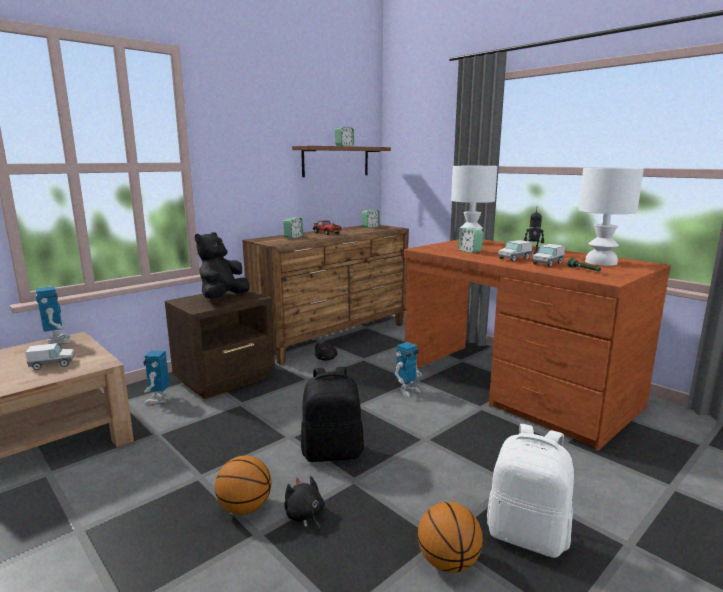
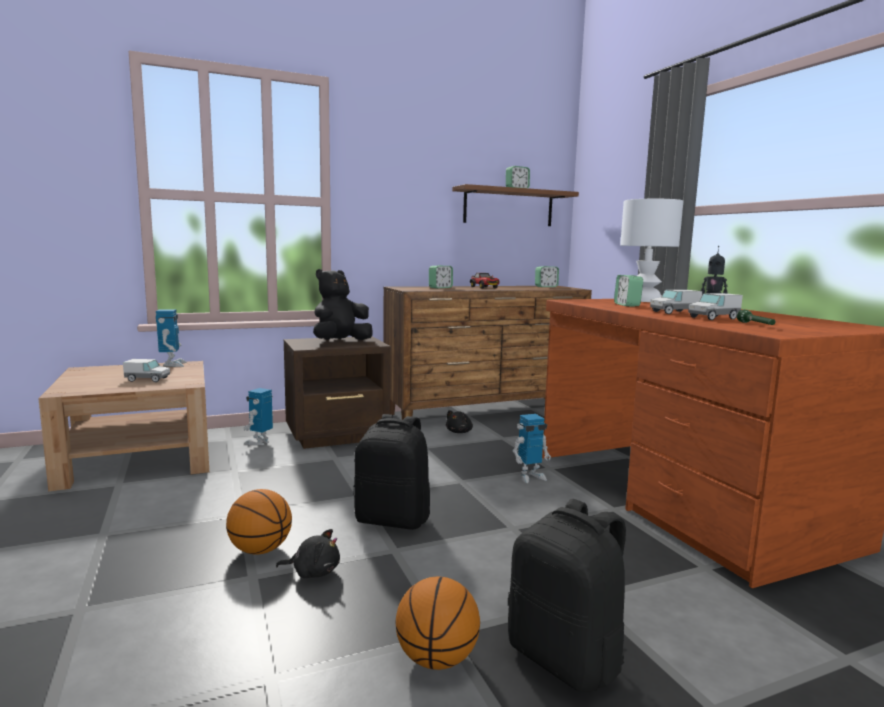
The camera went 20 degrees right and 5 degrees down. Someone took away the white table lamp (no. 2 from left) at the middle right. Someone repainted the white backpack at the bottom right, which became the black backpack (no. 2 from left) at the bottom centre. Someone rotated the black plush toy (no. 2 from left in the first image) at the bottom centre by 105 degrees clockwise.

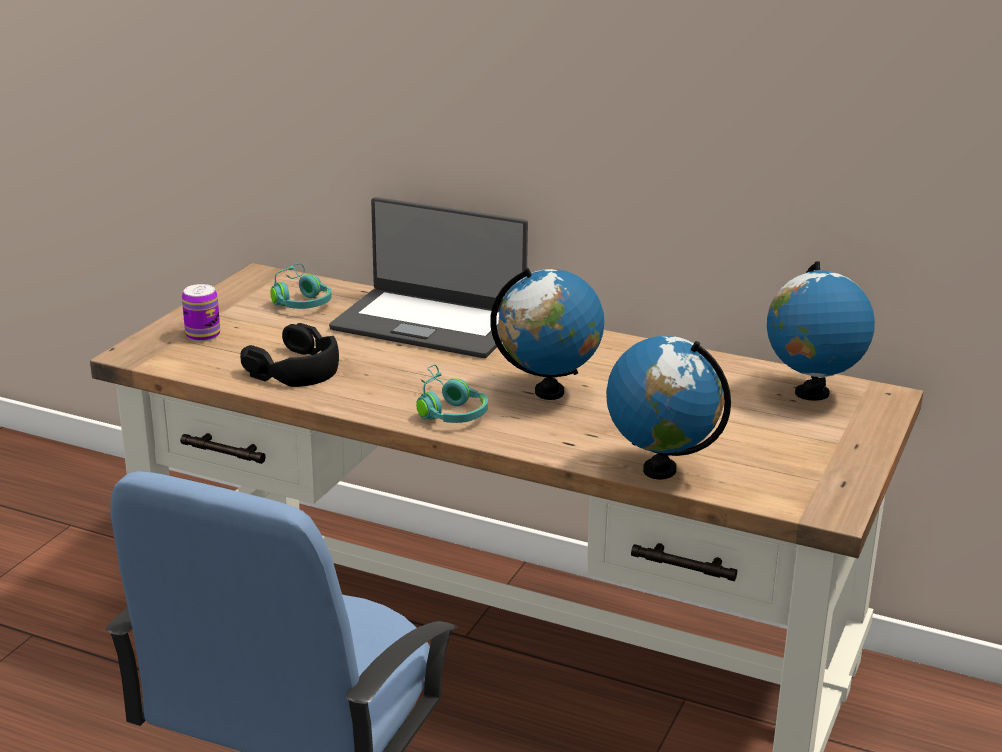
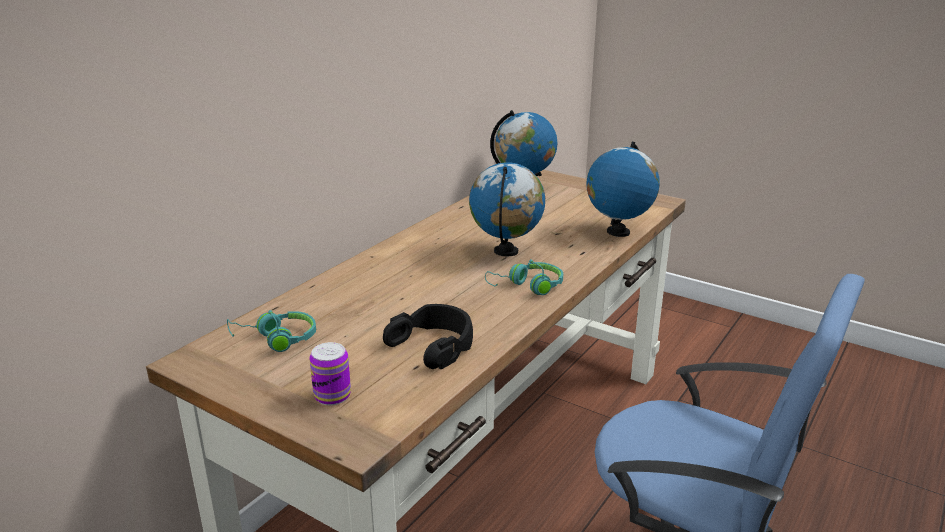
The camera went 80 degrees left and 0 degrees up. Someone took away the laptop at the centre.

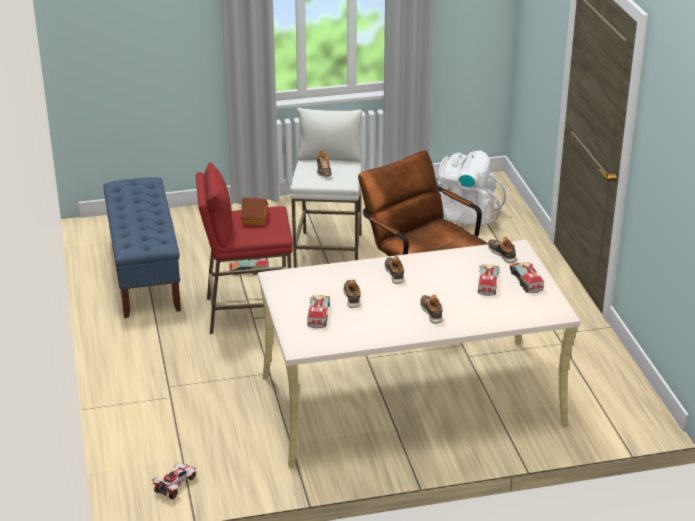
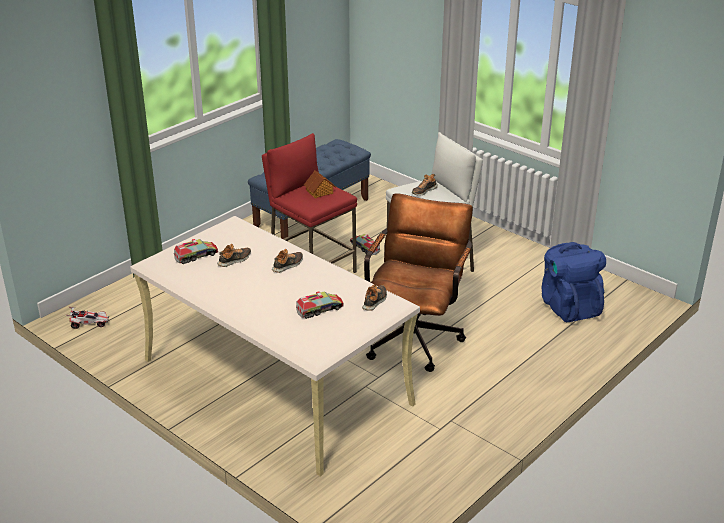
The camera went 55 degrees right and 0 degrees up. Someone took away the shoe (no. 4 from left) at the centre. Someone took away the toy truck (no. 4 from left) at the middle right. Someone repainted the white backpack at the middle right, which became the blue backpack at the middle right.

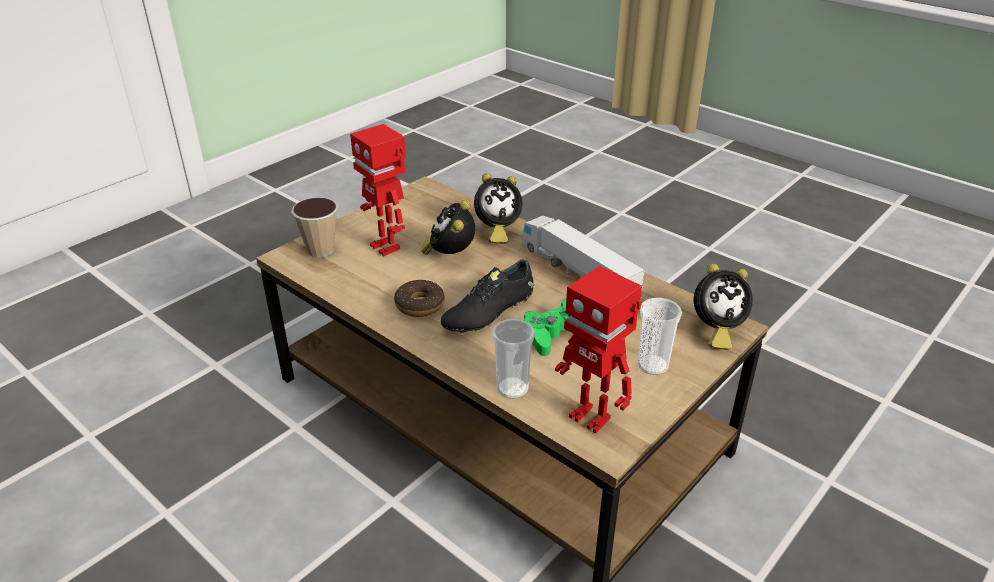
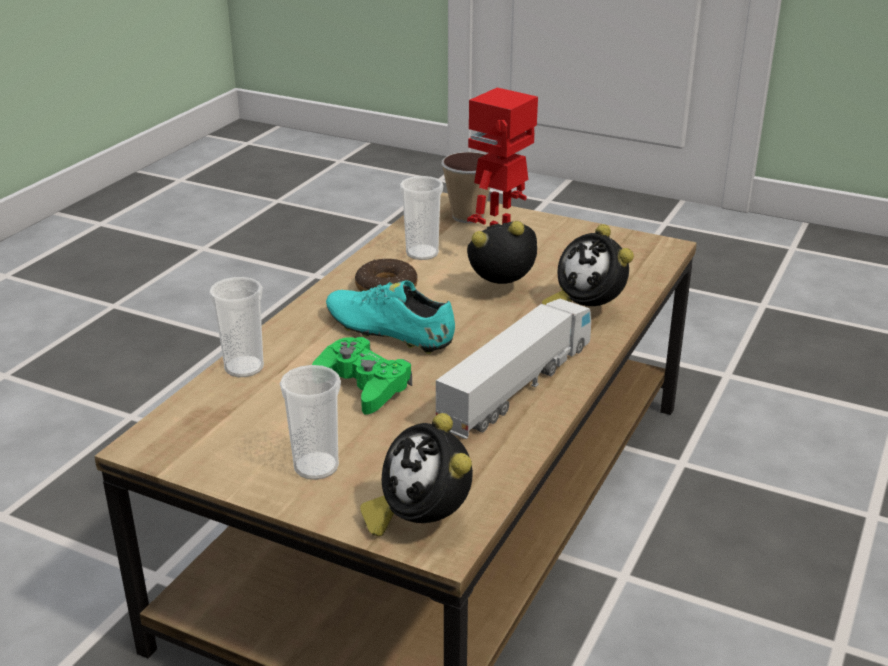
The camera went 75 degrees right and 5 degrees down. Someone took away the toy robot (no. 2 from left) at the centre. Someone put down the cup (no. 3 from left) at the top centre. Someone repainted the black shoe at the centre, which became the turquoise shoe at the centre.

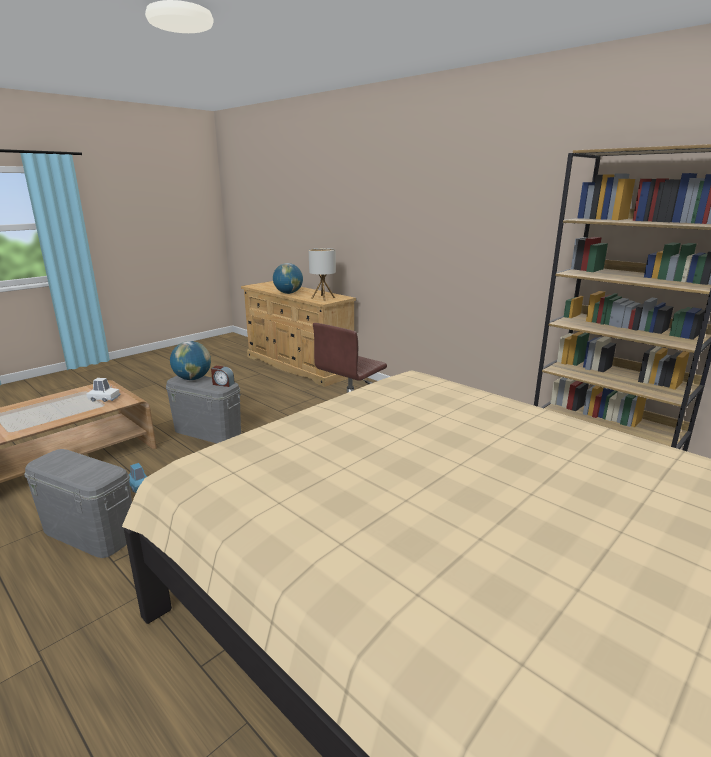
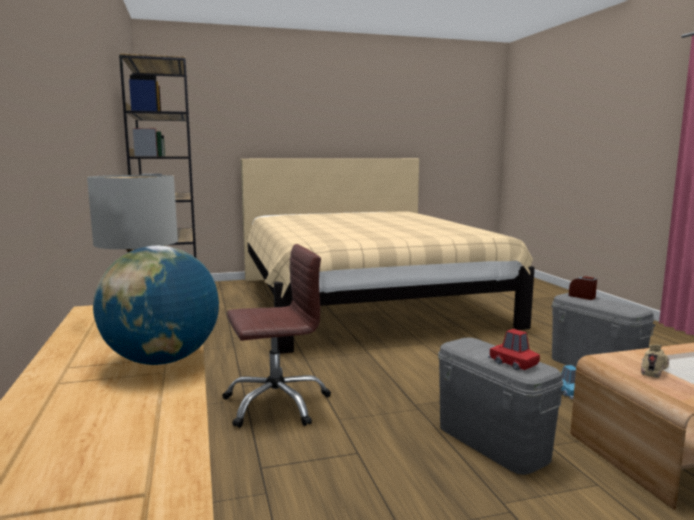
The camera went 150 degrees left and 10 degrees down. Someone carried the alarm clock from the middle left to the middle right. Someone swapped the white toy car at the middle left for the beige shoe at the bottom right. Someone swapped the globe (no. 1 from left) at the middle left for the red toy car at the bottom right.

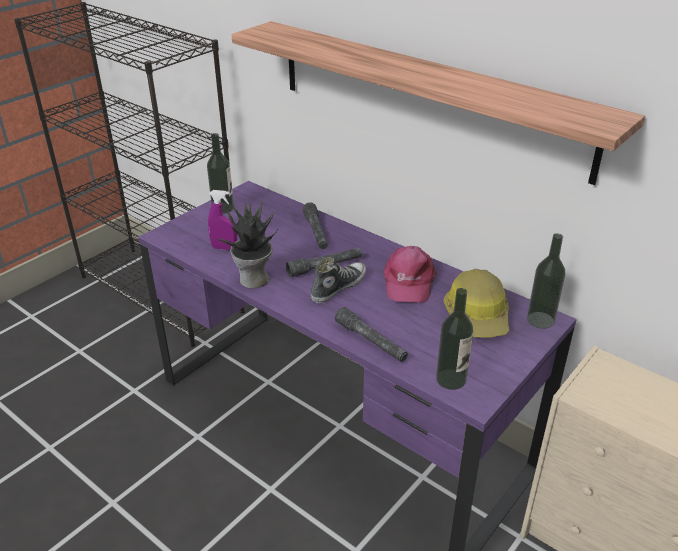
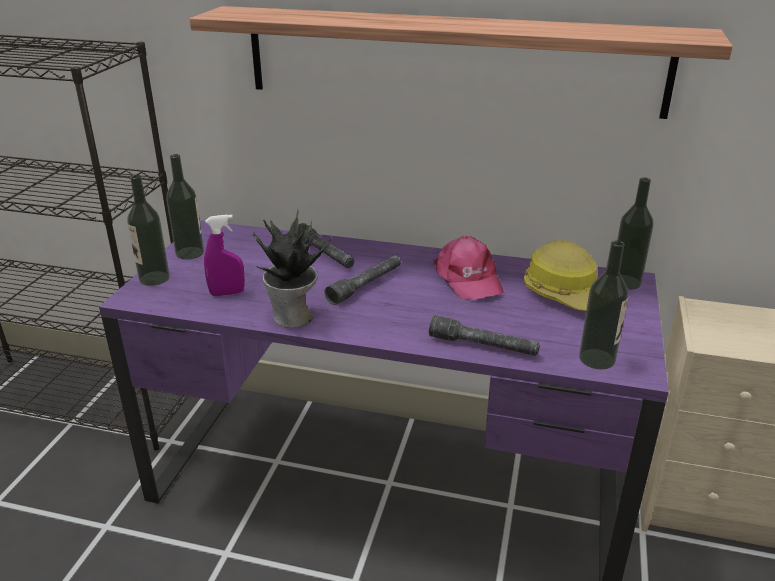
The camera went 25 degrees left and 5 degrees down. Someone took away the shoe at the centre. Someone put down the bottle (no. 1 from left) at the middle left.

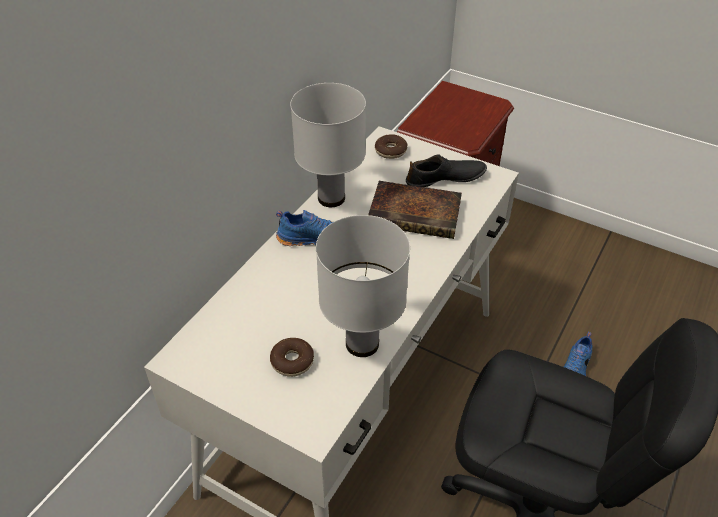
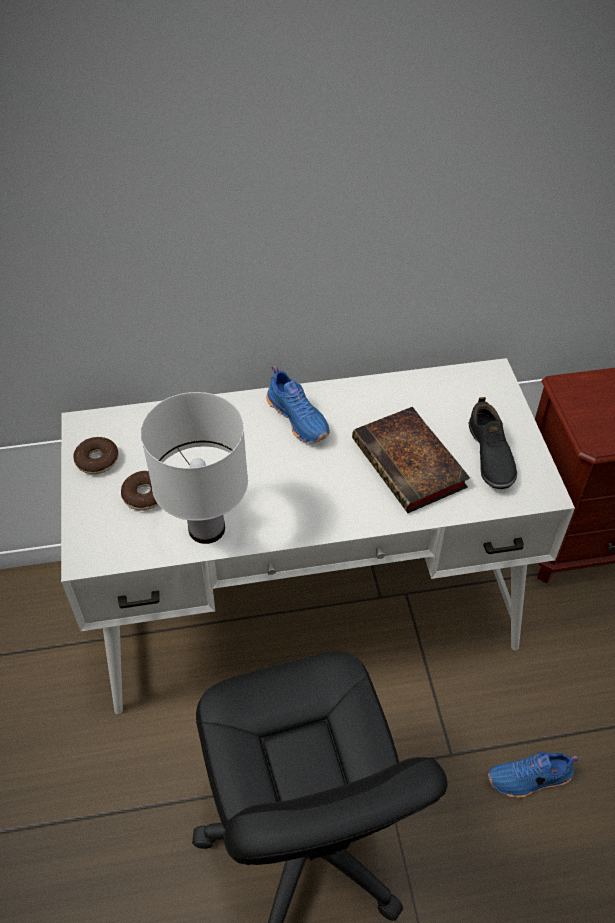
The camera went 50 degrees right and 5 degrees up. Someone took away the white table lamp (no. 1 from left) at the top centre. Someone carried the donut (no. 2 from left in the first image) from the top centre to the middle left. Someone rotated the black shoe at the top centre by 45 degrees clockwise.

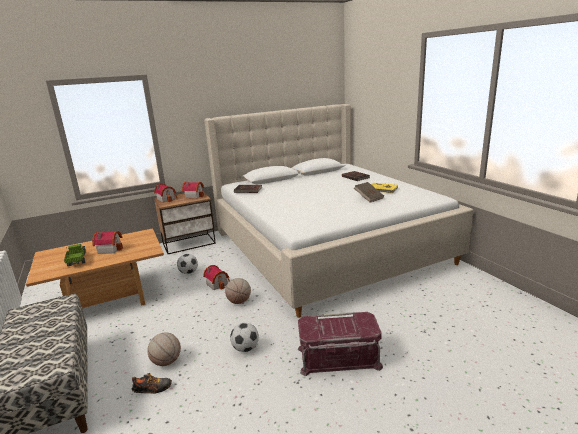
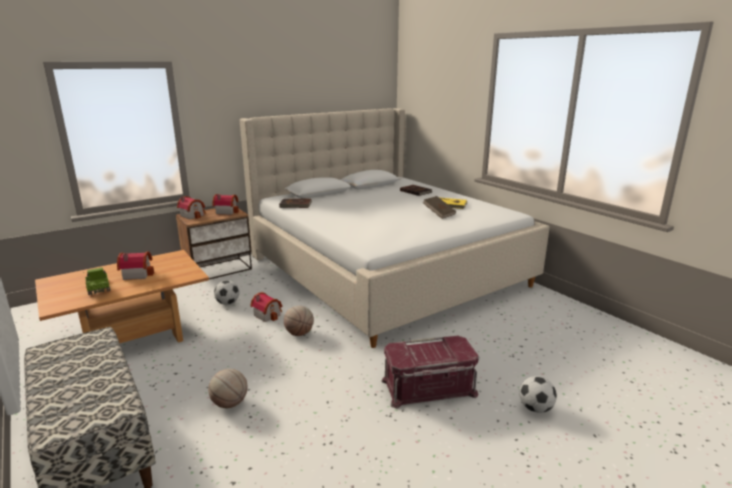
The camera went 10 degrees left and 0 degrees up. Someone took away the shoe at the bottom left. Someone carried the football (no. 2 from left) from the bottom centre to the bottom right.

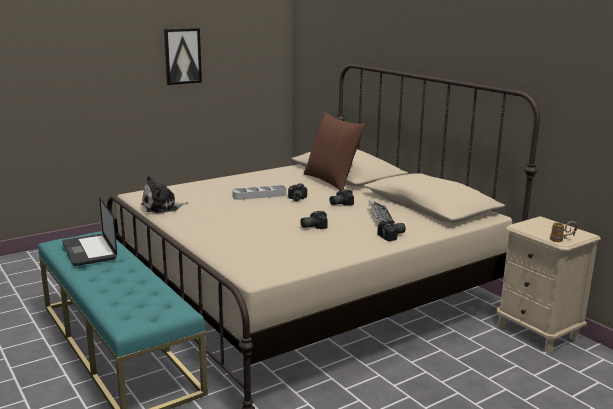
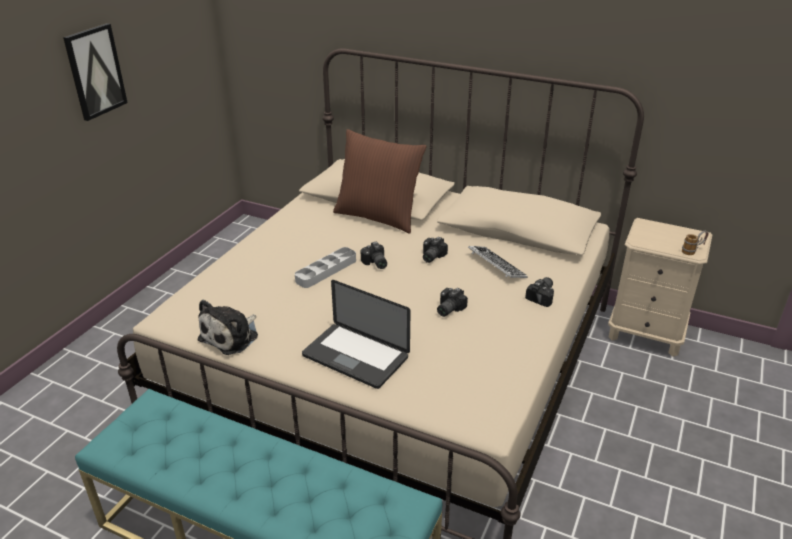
The camera went 30 degrees left and 15 degrees up. Someone carried the laptop from the middle left to the centre.

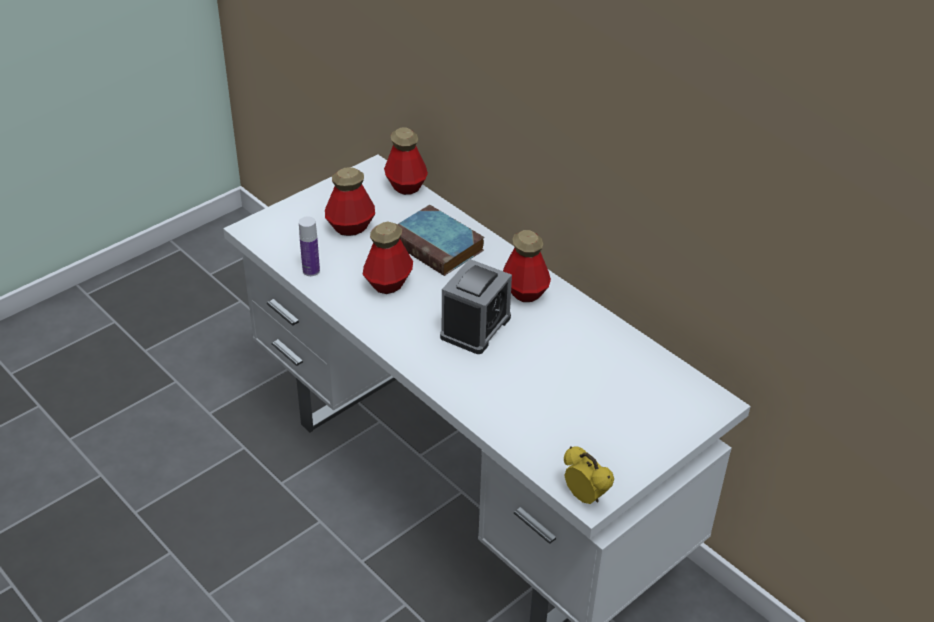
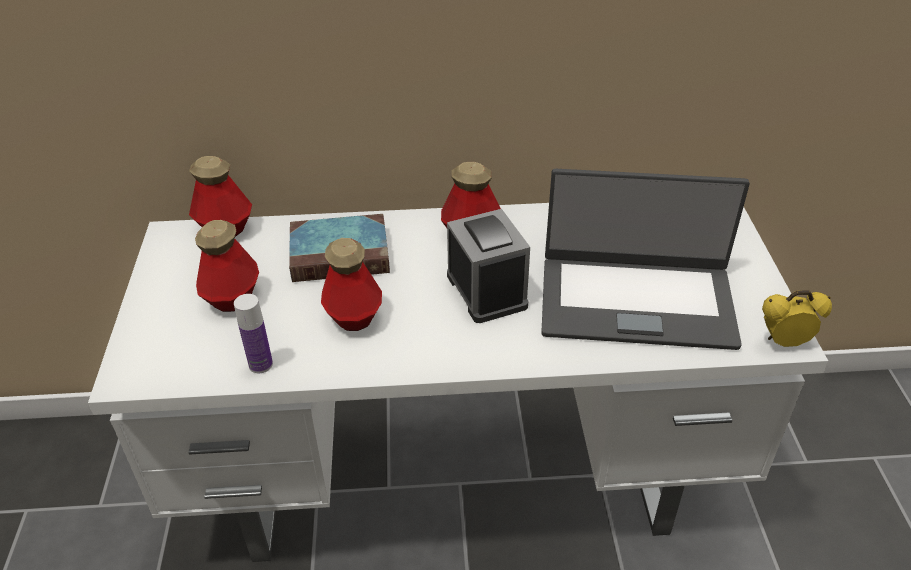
The camera went 50 degrees left and 0 degrees up. Someone put down the laptop at the middle right.

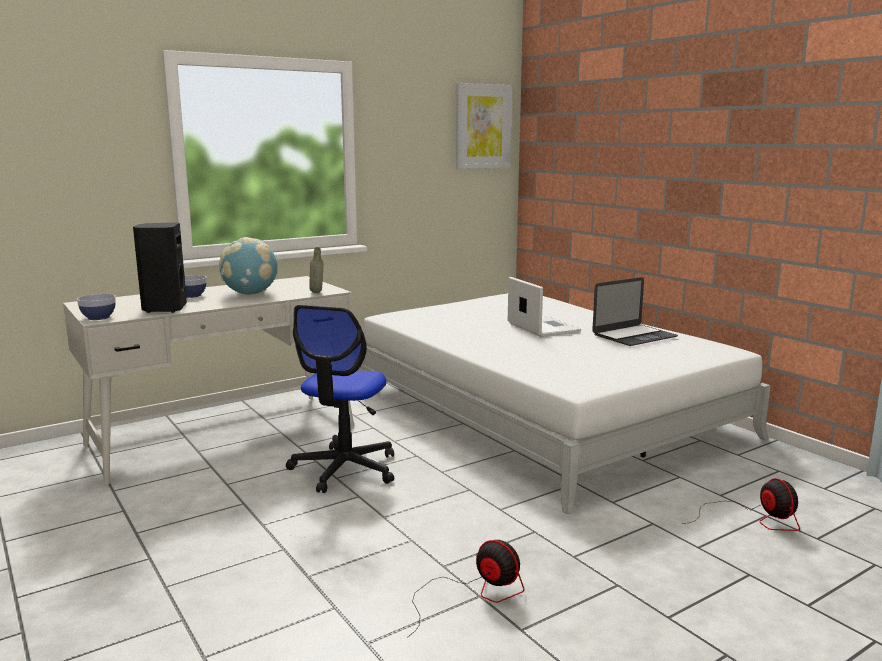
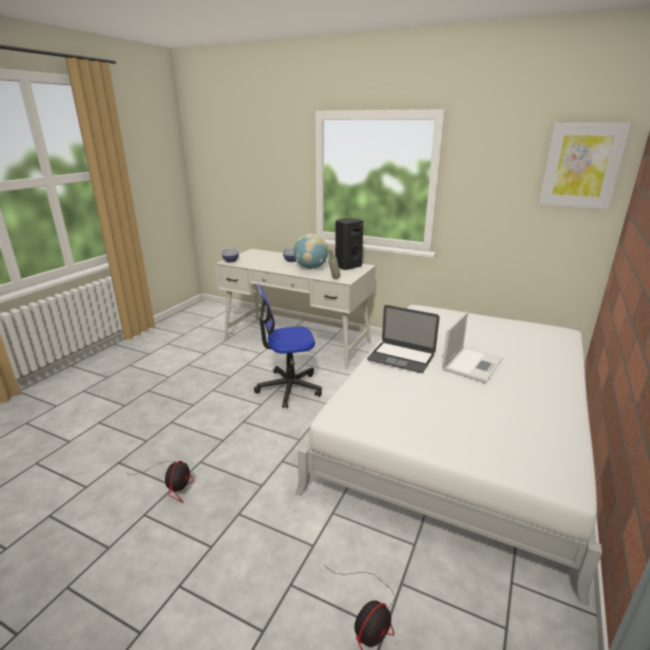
The camera went 60 degrees right and 10 degrees up. Someone carried the black speaker from the middle left to the centre. Someone carried the laptop (no. 2 from left in the first image) from the middle right to the centre.

